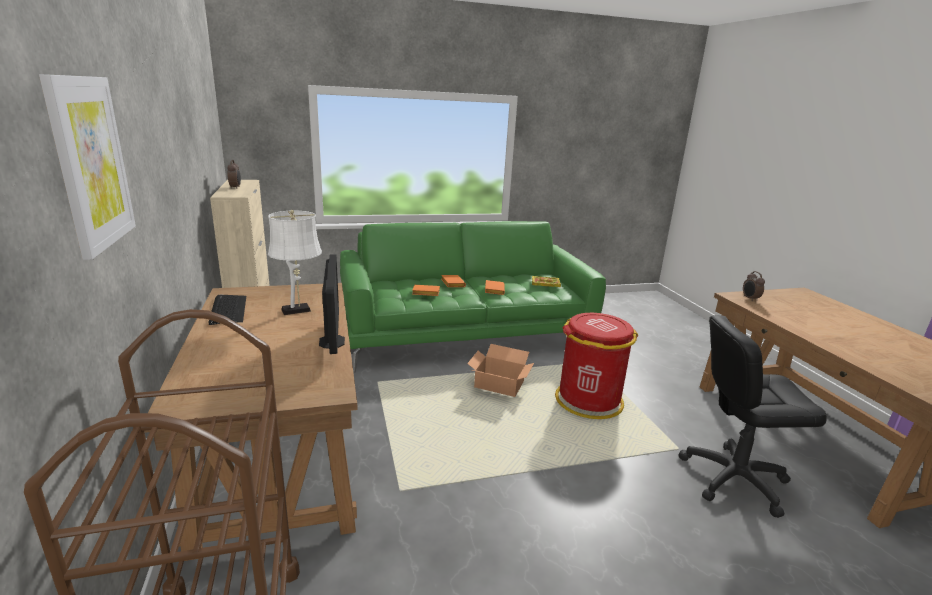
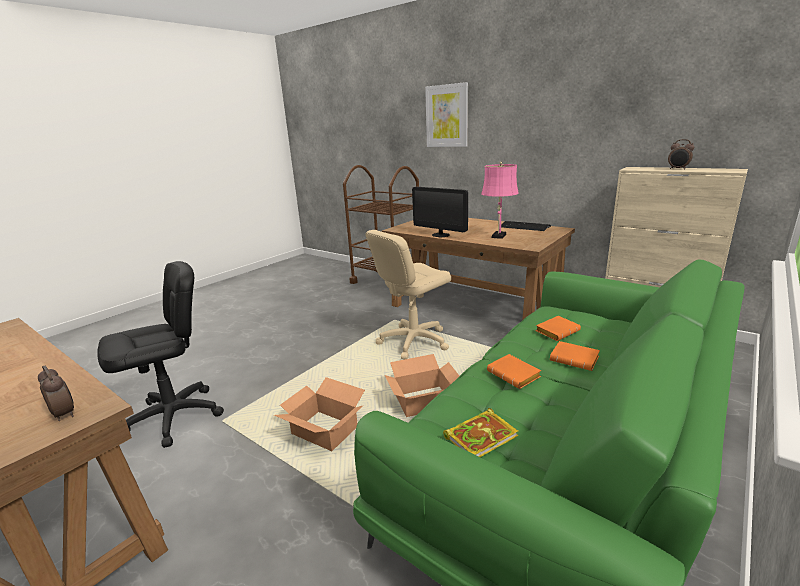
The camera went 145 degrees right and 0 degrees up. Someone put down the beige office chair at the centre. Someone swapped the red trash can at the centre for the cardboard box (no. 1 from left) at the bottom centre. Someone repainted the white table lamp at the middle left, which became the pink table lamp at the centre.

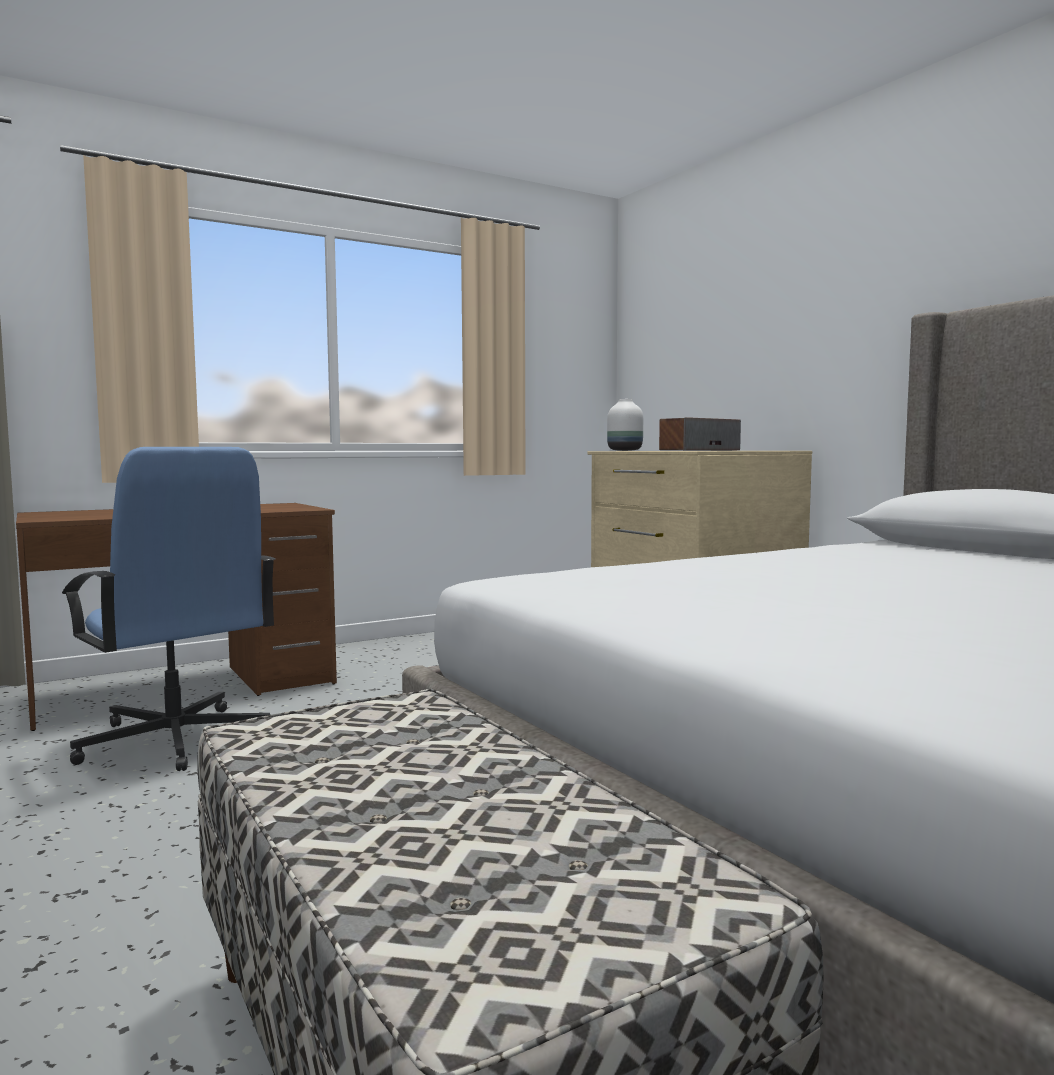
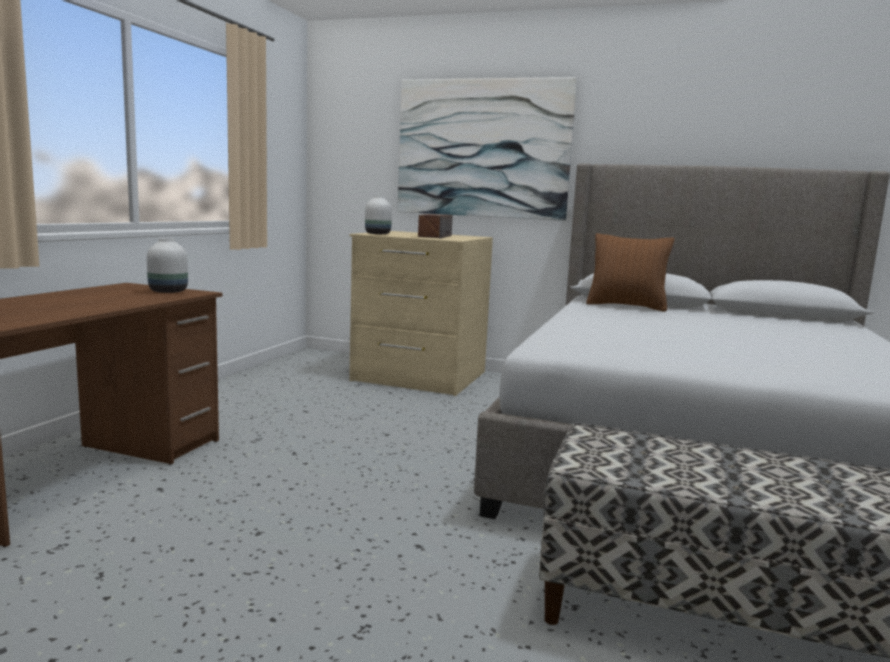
The camera went 40 degrees left and 5 degrees up. Someone took away the blue office chair at the middle left. Someone put down the white vase (no. 1 from left) at the middle left. Someone put up the picture at the top centre. Someone put down the brown pillow at the middle right.

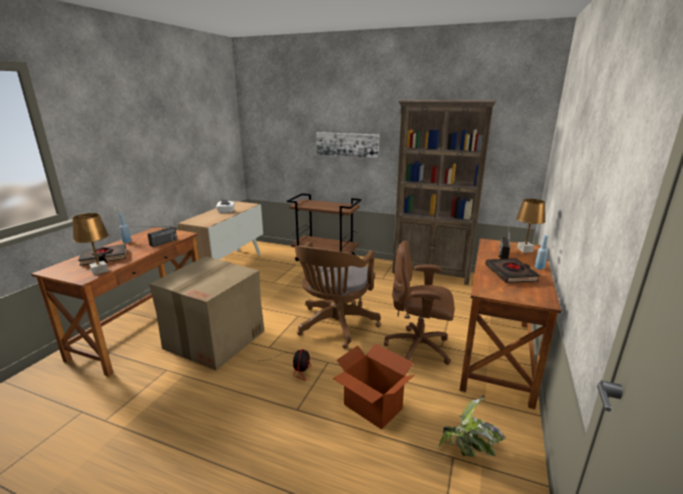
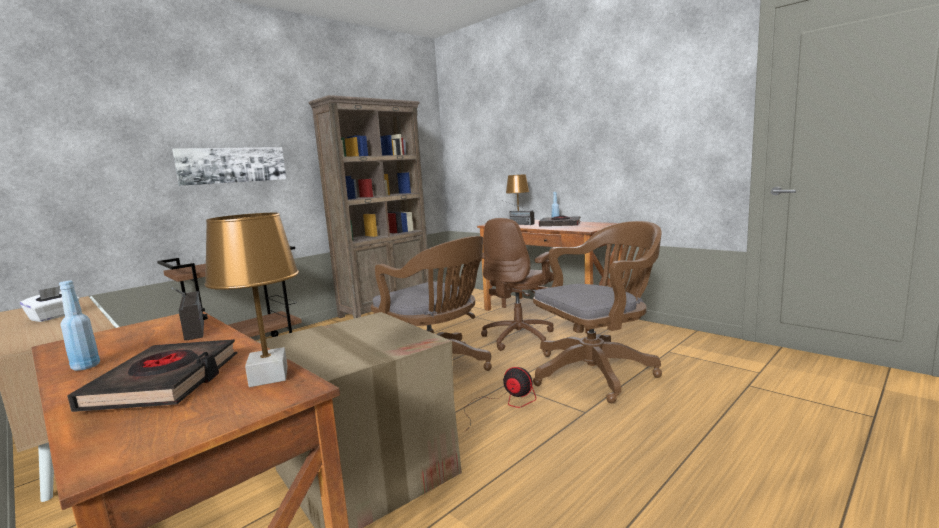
The camera went 65 degrees left and 10 degrees down. Someone took away the potted plant at the bottom right. Someone swapped the cardboard box (no. 2 from left) at the bottom centre for the brown office chair (no. 3 from left) at the centre.

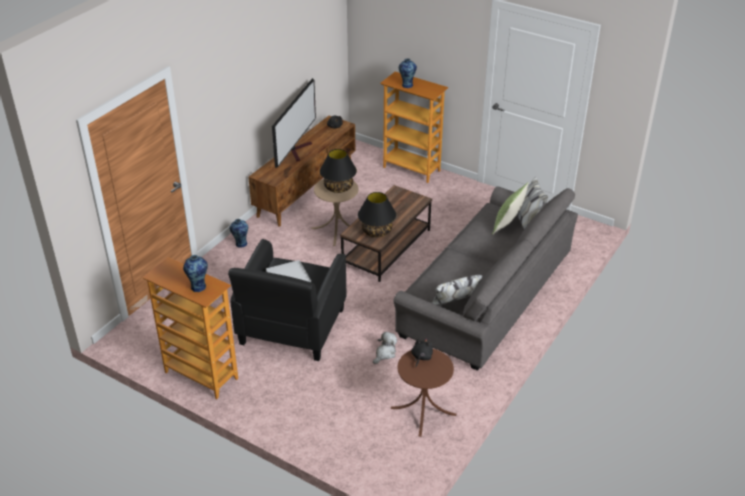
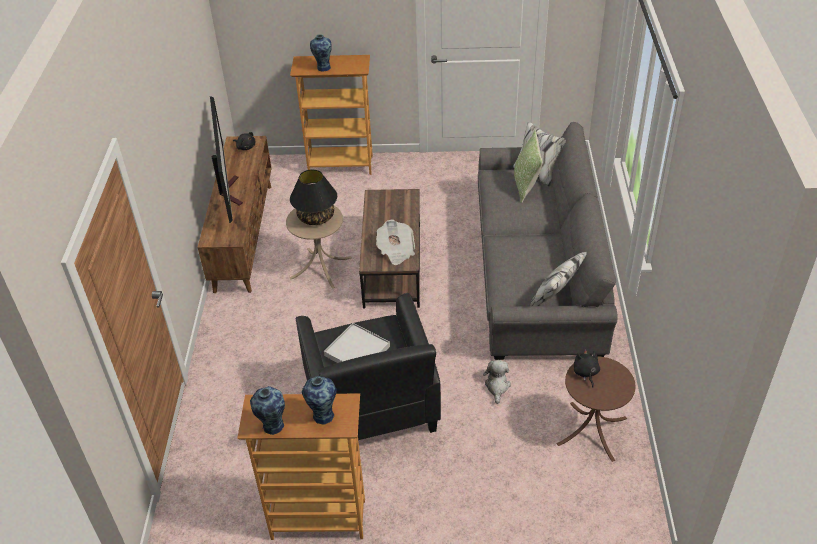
The camera went 30 degrees left and 5 degrees up. Someone carried the vase (no. 2 from left in the first image) from the middle left to the bottom left. Someone swapped the black table lamp (no. 2 from left) at the centre for the newspaper at the centre.

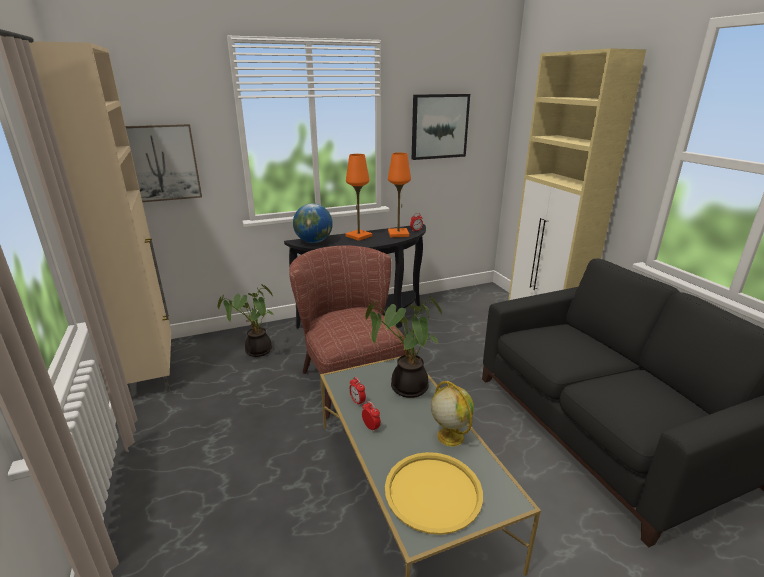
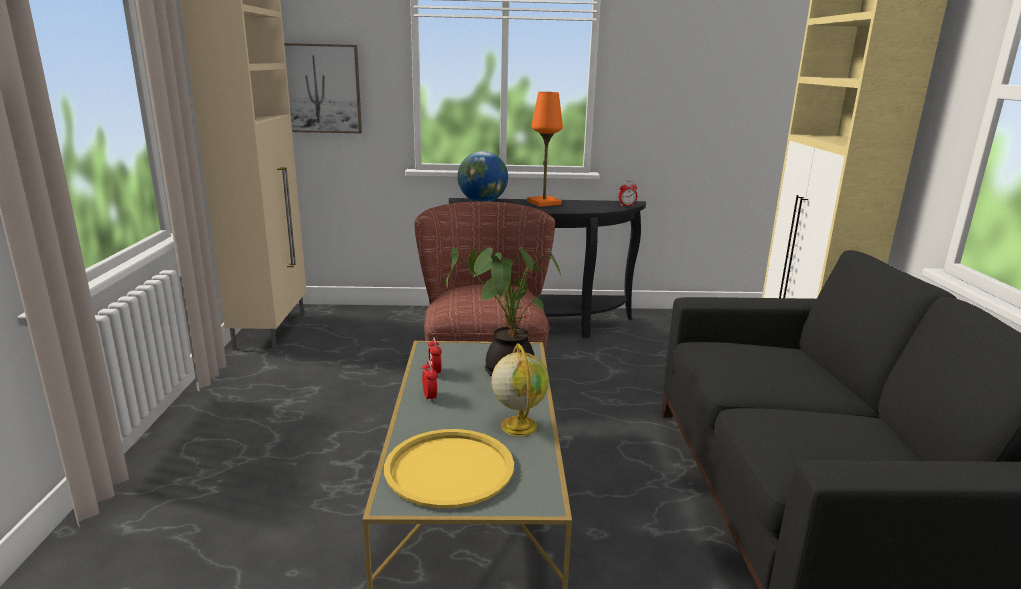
The camera went 20 degrees right and 5 degrees down. Someone took away the potted plant (no. 1 from left) at the middle left. Someone took away the orange table lamp (no. 2 from left) at the centre. Someone took away the picture (no. 2 from left) at the top centre.

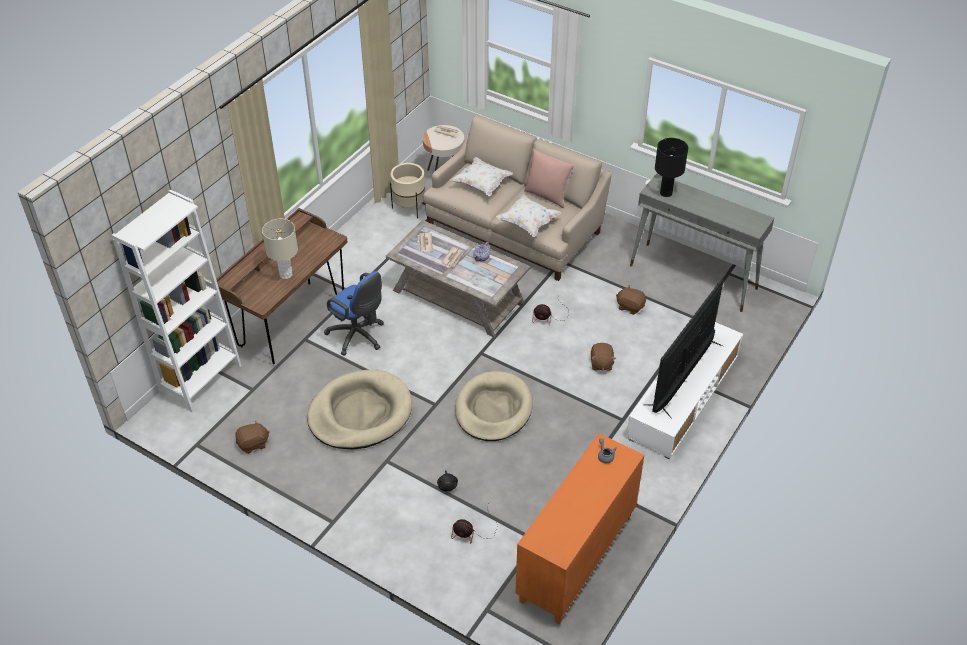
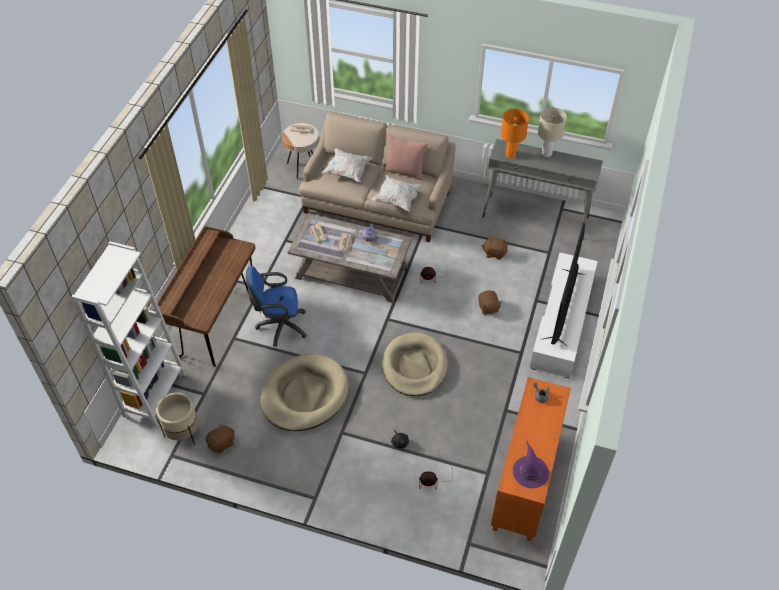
The camera went 15 degrees left and 5 degrees up. Someone put down the purple hat at the bottom right. Someone carried the beige table lamp from the middle left to the top right. Someone carried the beige planter from the top centre to the bottom left. Someone repainted the black table lamp at the top right, which became the orange table lamp at the top centre. Someone rotated the blue office chair at the centre by 150 degrees clockwise.

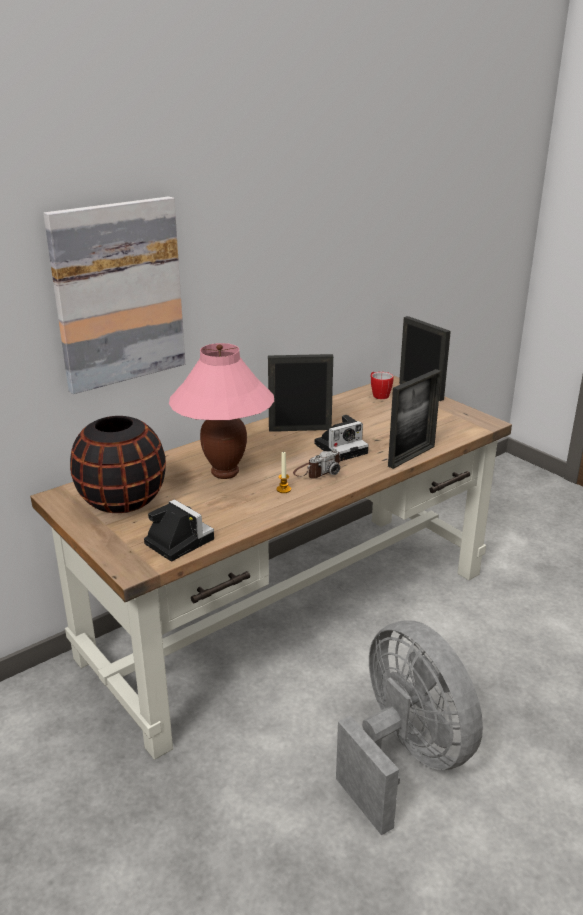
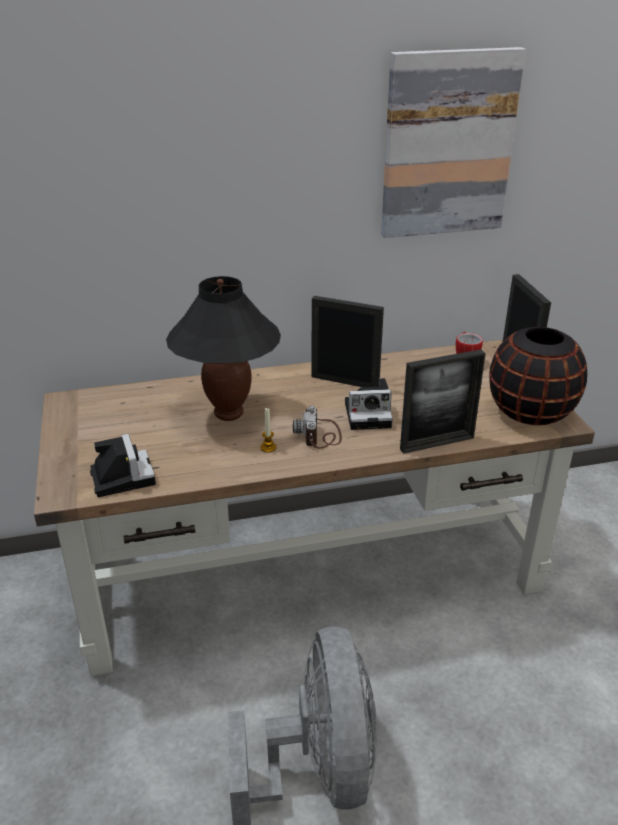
The camera went 25 degrees right and 5 degrees up. Someone carried the picture from the top left to the top right. Someone carried the black vase from the middle left to the middle right. Someone repainted the pink table lamp at the centre, which became the black table lamp at the centre. Someone rotated the photo camera (no. 2 from left) at the centre by 105 degrees clockwise.

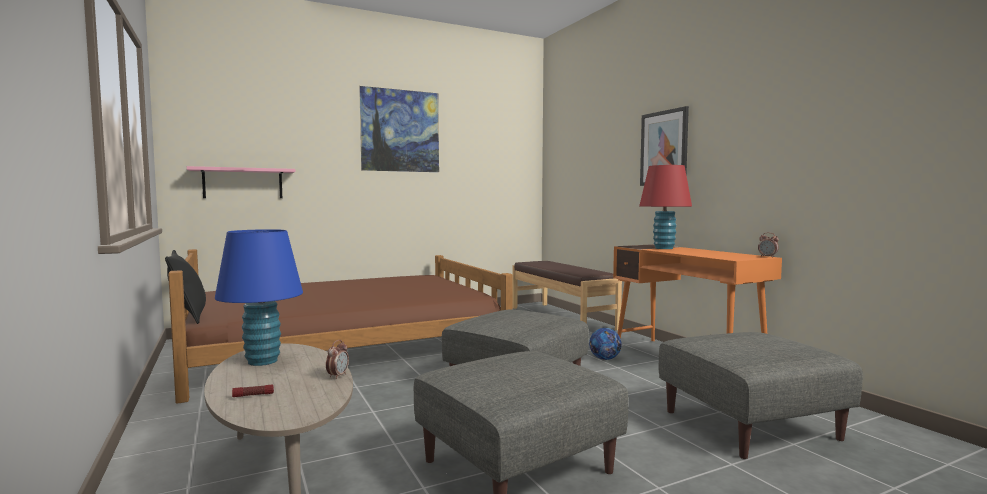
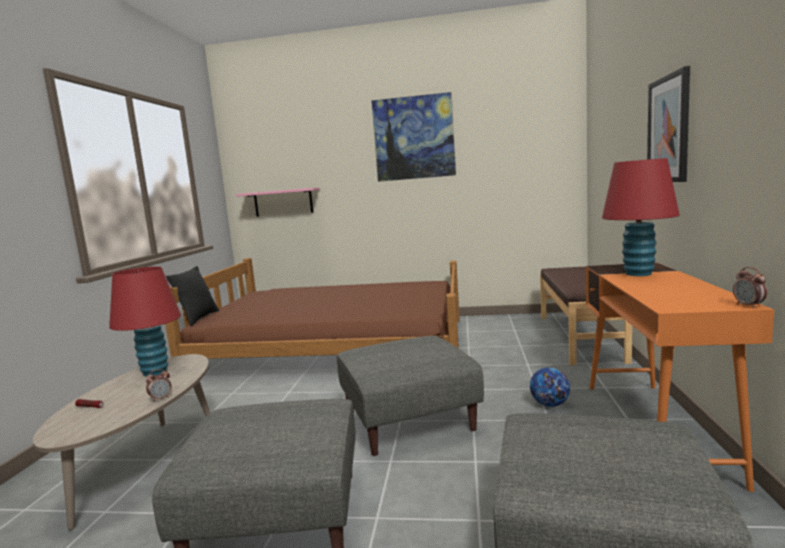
The camera went 35 degrees right and 5 degrees up. Someone repainted the blue table lamp at the middle left, which became the red table lamp (no. 1 from left) at the middle left.

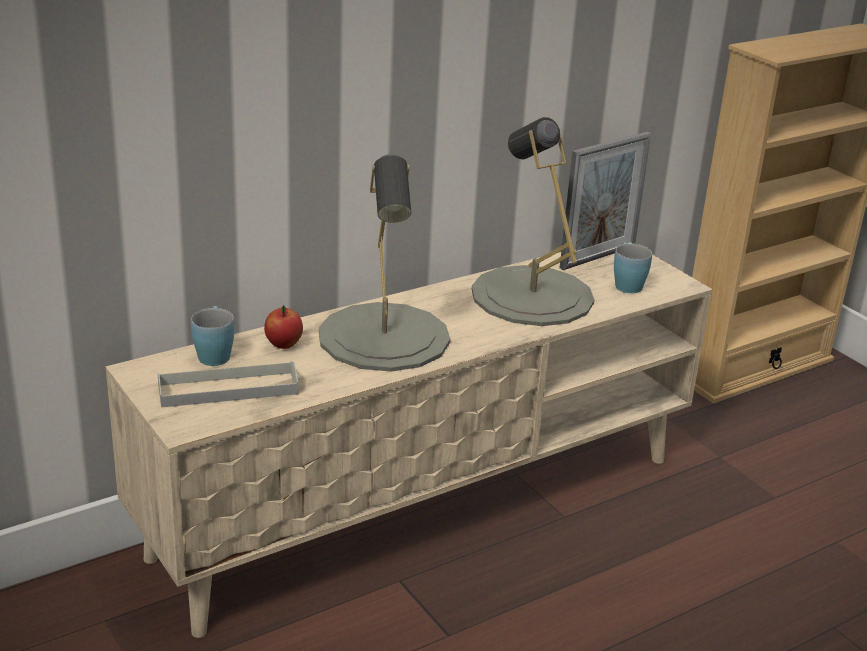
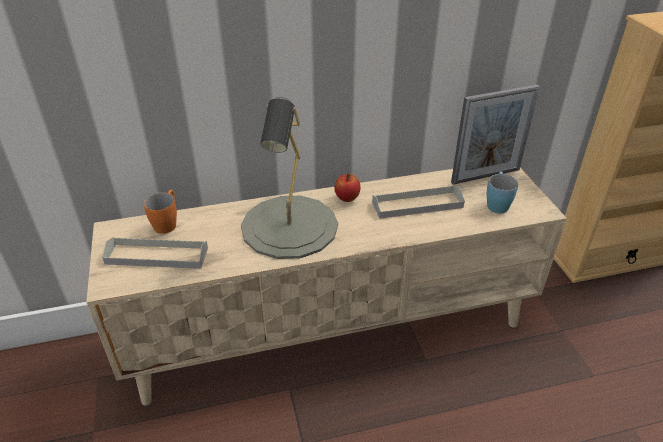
The camera went 20 degrees right and 10 degrees up. Someone carried the apple from the middle left to the centre. Someone swapped the grey table lamp (no. 2 from left) at the centre for the grey tray (no. 2 from left) at the centre. Someone repainted the blue mug (no. 1 from left) at the middle left, which became the orange mug at the middle left.

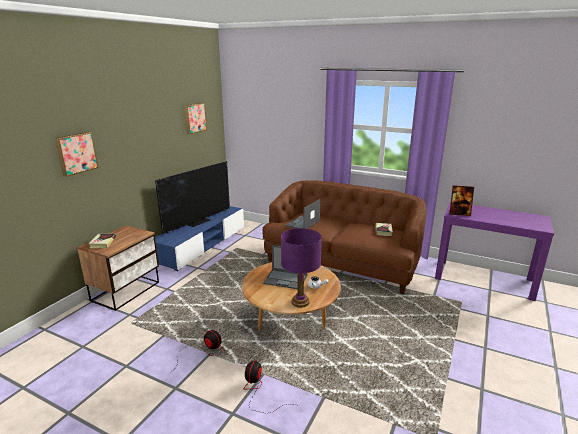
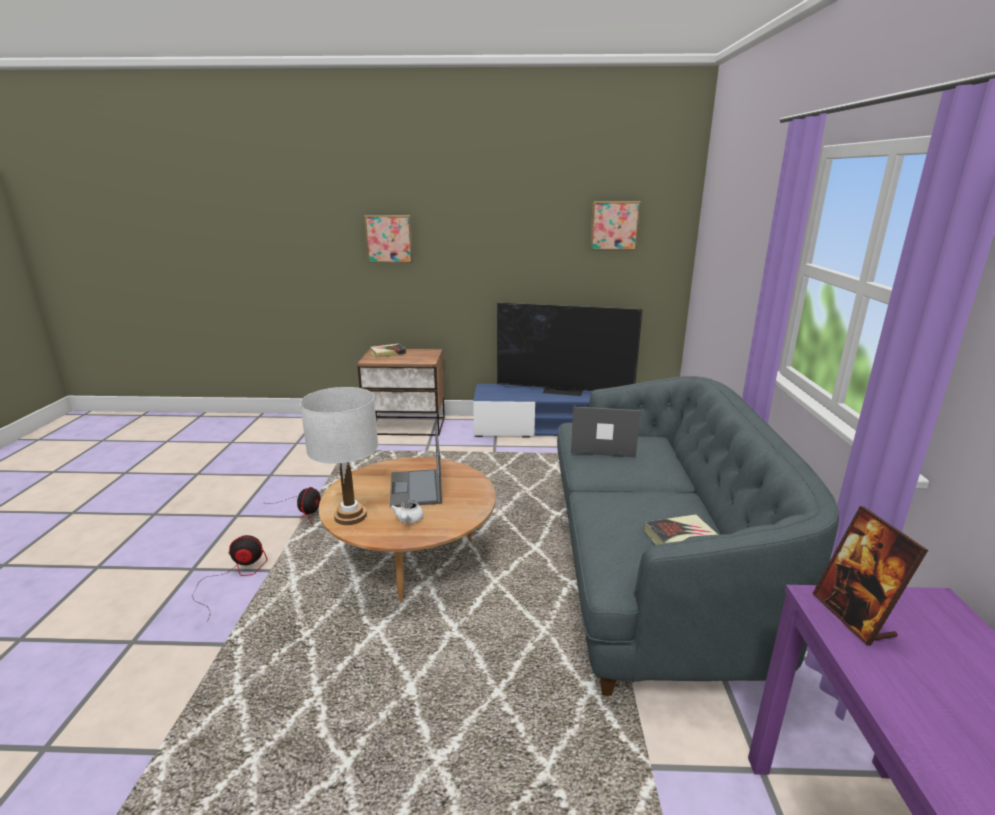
The camera went 65 degrees right and 0 degrees up. Someone repainted the brown sofa at the centre, which became the grey sofa at the middle right. Someone repainted the purple table lamp at the centre, which became the white table lamp at the centre.

